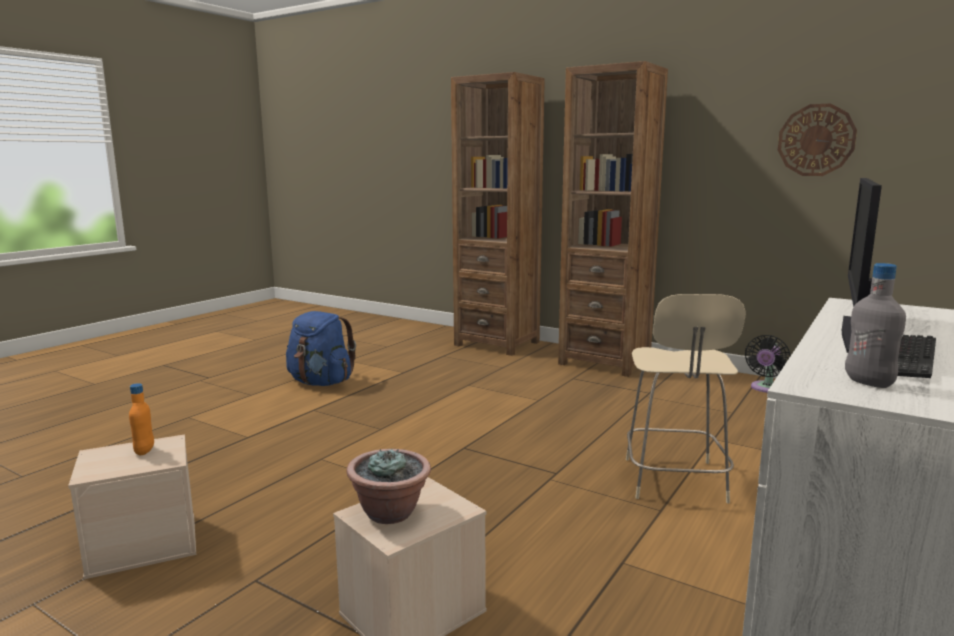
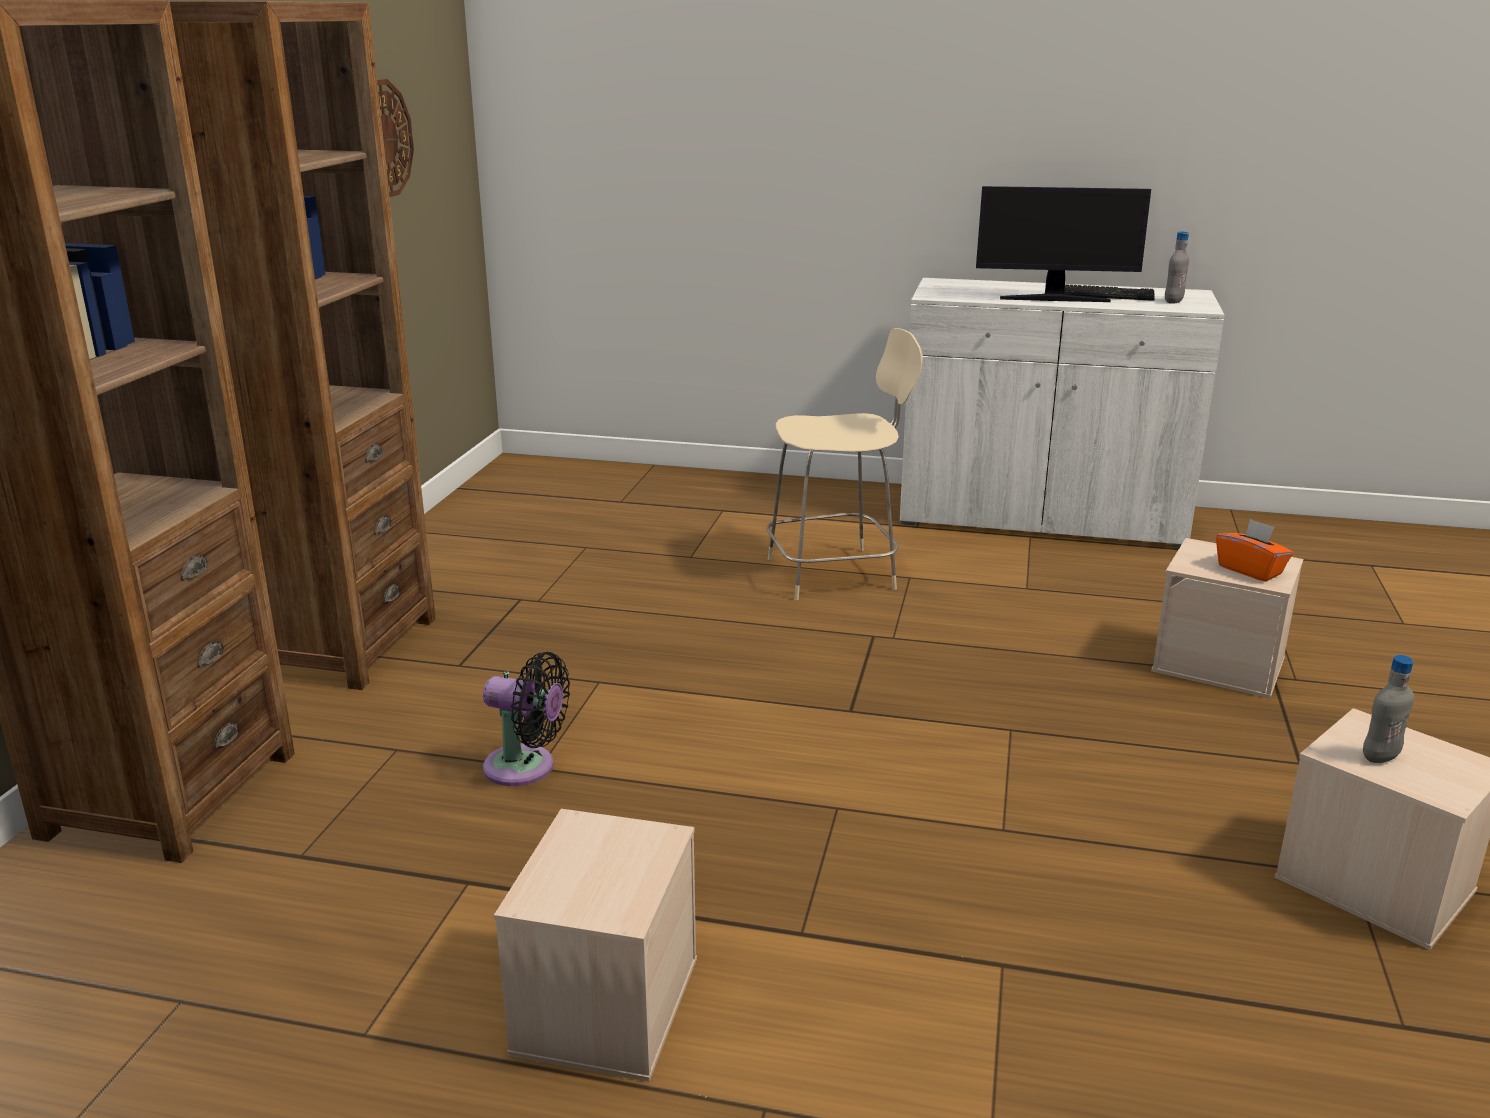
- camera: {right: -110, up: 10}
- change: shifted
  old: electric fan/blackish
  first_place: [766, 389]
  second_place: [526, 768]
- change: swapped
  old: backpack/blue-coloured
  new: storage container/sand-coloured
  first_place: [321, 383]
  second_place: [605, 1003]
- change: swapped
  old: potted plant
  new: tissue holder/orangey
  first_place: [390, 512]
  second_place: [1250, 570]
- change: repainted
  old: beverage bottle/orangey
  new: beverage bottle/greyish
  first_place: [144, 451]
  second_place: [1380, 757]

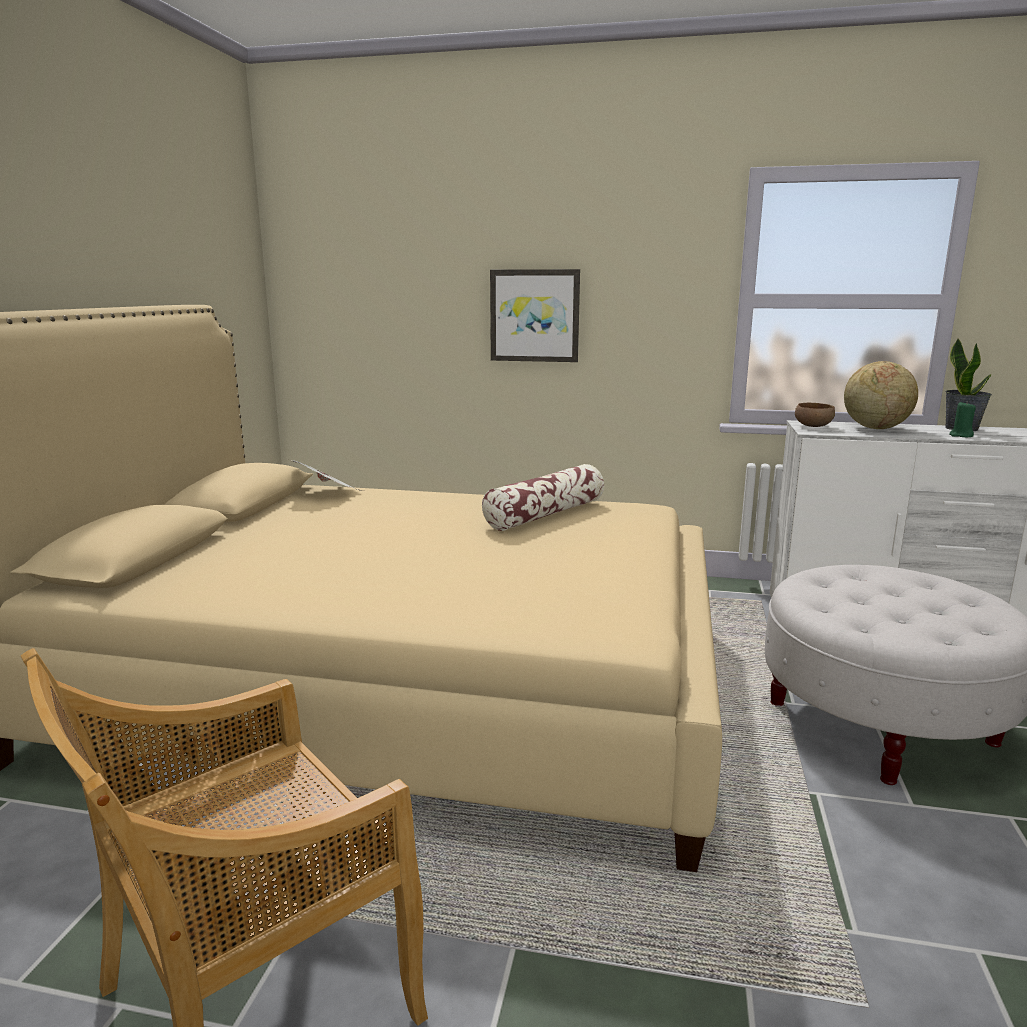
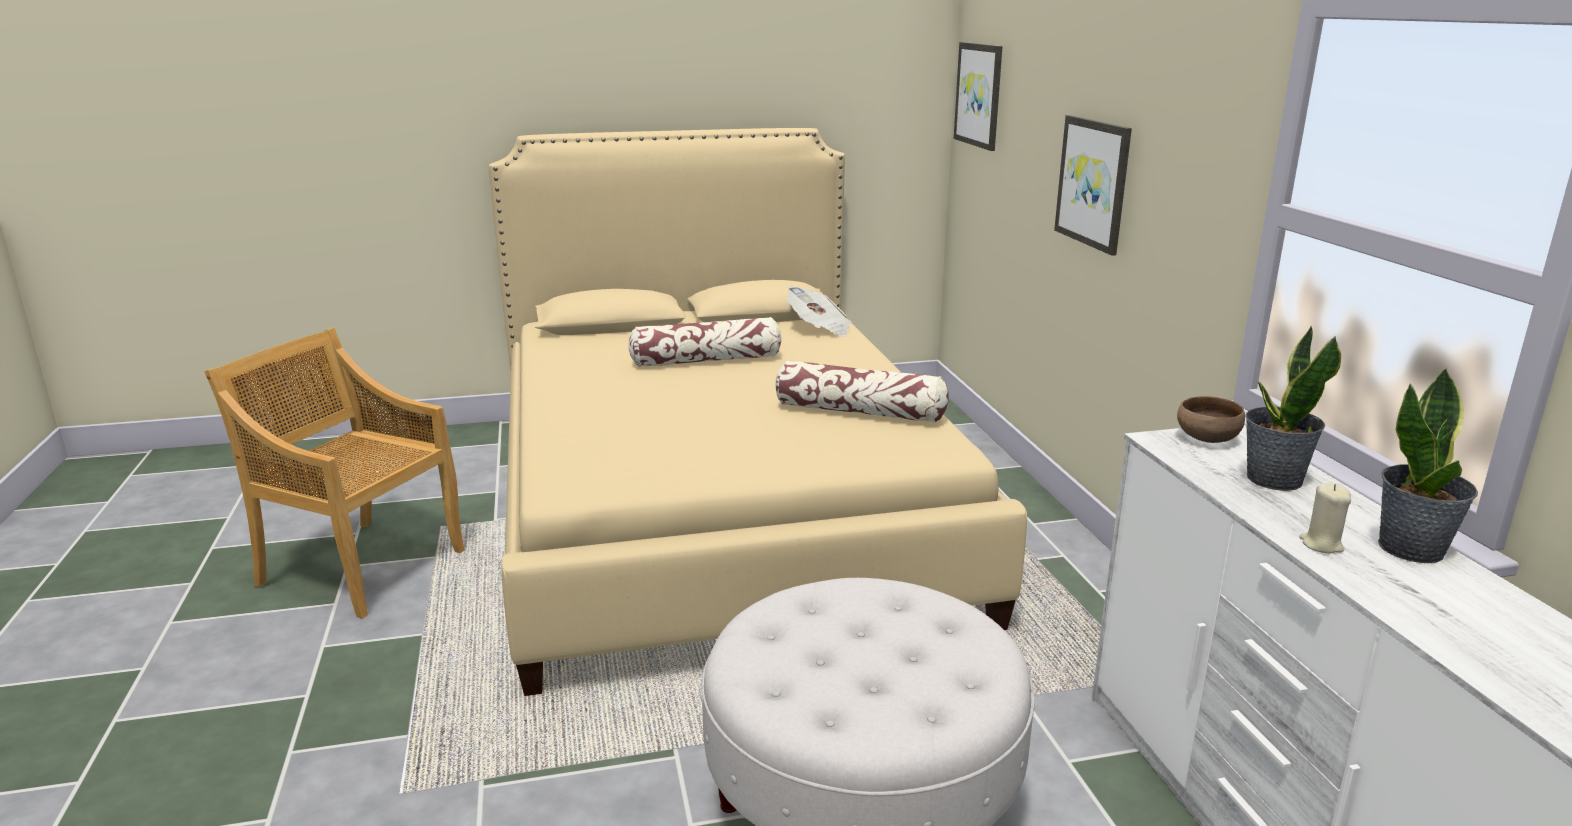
- camera: {right: 65, up: 5}
- change: new
  new: throw pillow
  second_place: [706, 360]
- change: new
  new: picture
  second_place: [979, 95]
- change: swapped
  old: globe
  new: potted plant
  first_place: [875, 428]
  second_place: [1273, 479]
- change: repainted
  old: wax light/green
  new: wax light/sand-coloured
  first_place: [961, 435]
  second_place: [1321, 544]

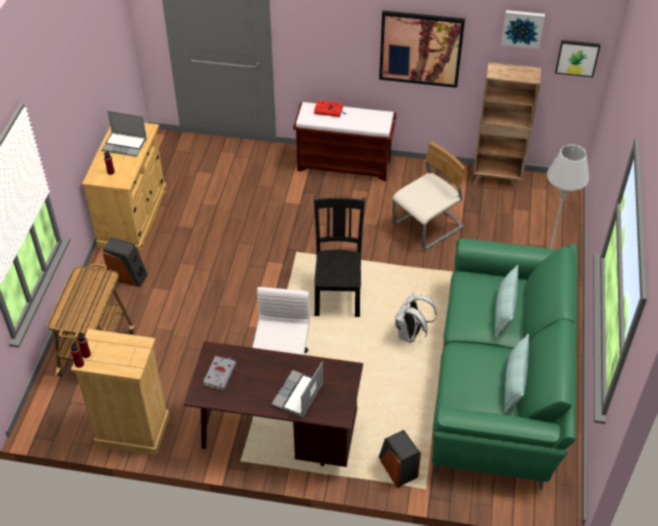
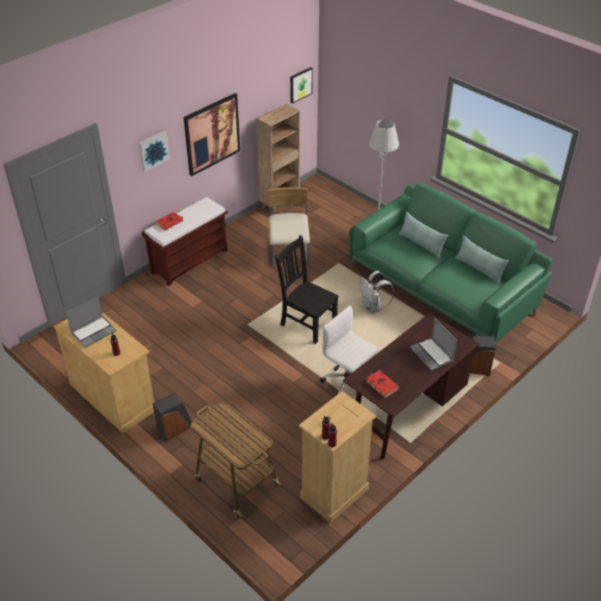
- camera: {right: -55, up: -5}
- change: shifted
  old: picture
  first_place: [522, 28]
  second_place: [153, 150]
- change: repainted
  old: book/greyish
  new: book/red
  first_place: [220, 374]
  second_place: [381, 385]

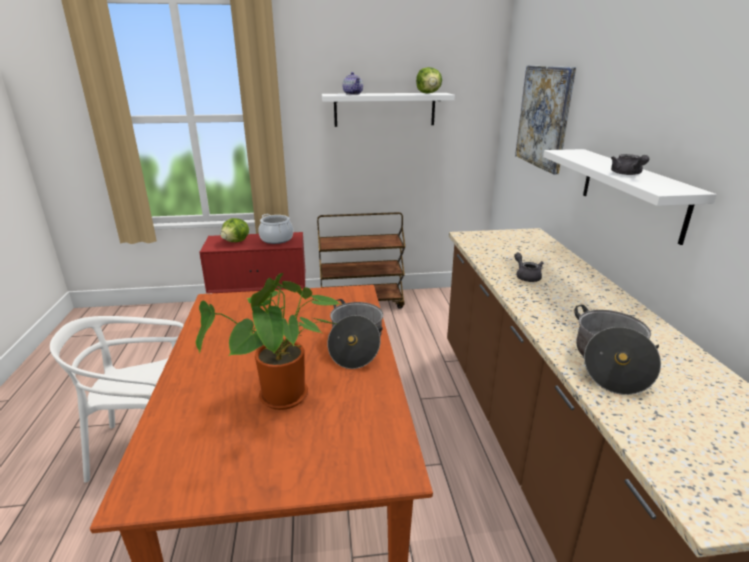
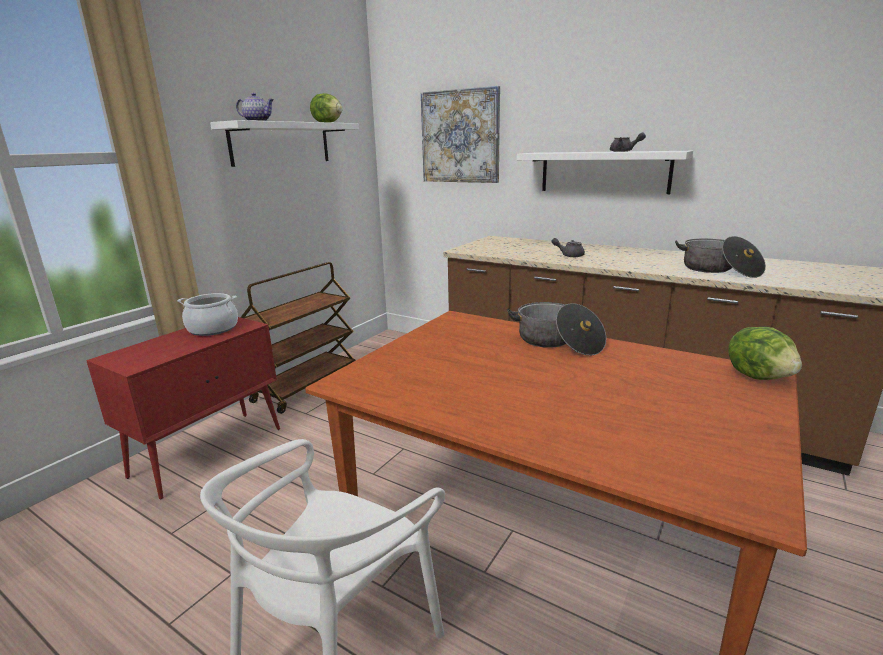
- camera: {right: -50, up: -5}
- change: shifted
  old: head of lettuce
  first_place: [236, 241]
  second_place: [759, 376]
- change: gone
  old: potted plant
  first_place: [284, 400]

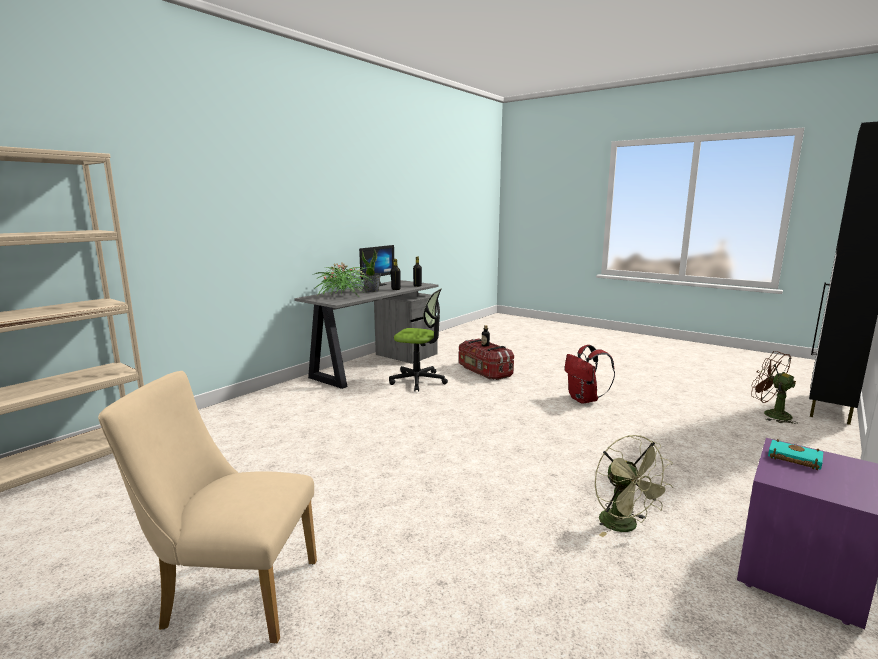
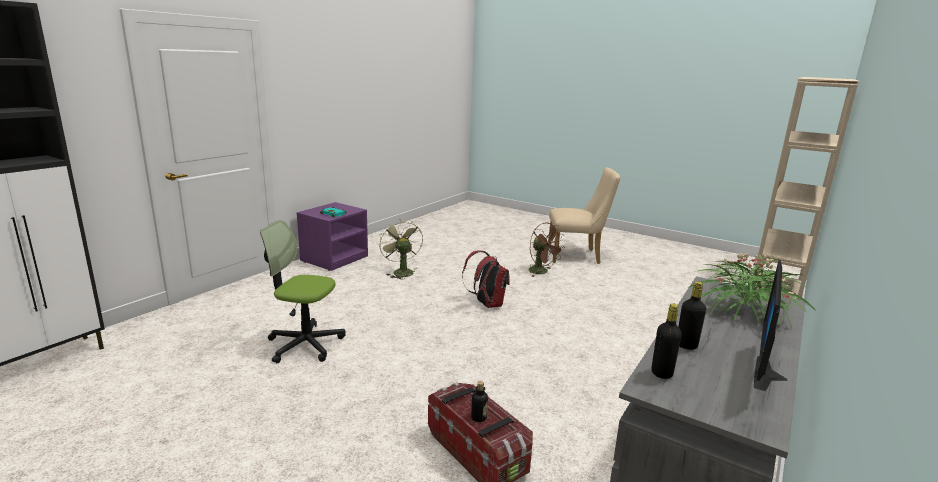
- camera: {right: 175, up: 5}
- change: shifted
  old: office chair
  first_place: [418, 381]
  second_place: [305, 344]
- change: shifted
  old: backpack/red
  first_place: [584, 400]
  second_place: [487, 304]
- change: shifted
  old: electric fan/brown-coloured
  first_place: [770, 414]
  second_place: [542, 272]
- change: gone
  old: potted plant
  first_place: [372, 291]

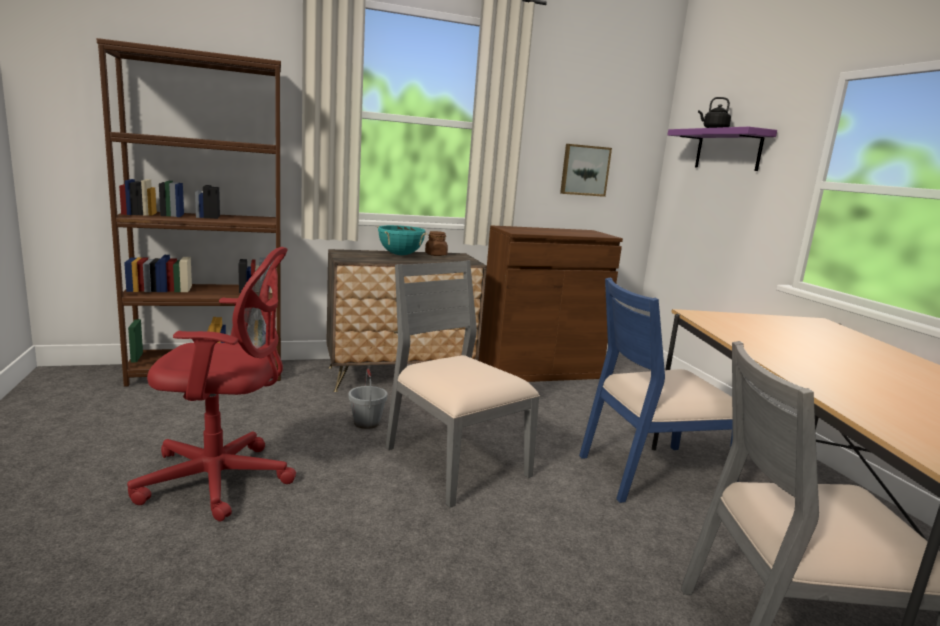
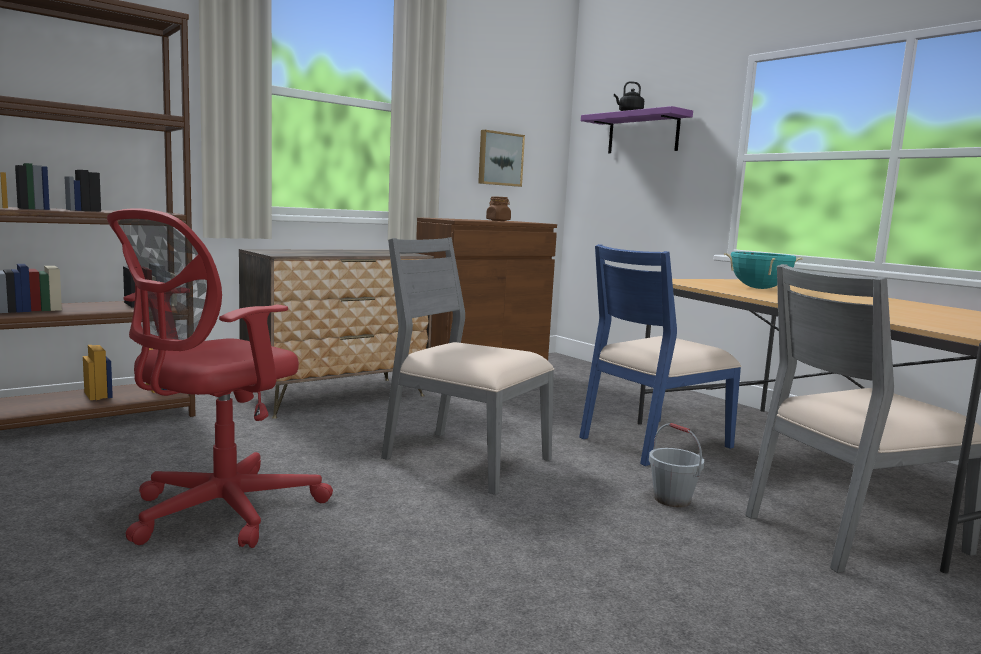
- camera: {right: -20, up: -5}
- change: rotated
  old: office chair/red
  first_place: [222, 480]
  second_place: [217, 513]
  degrees: 150
- change: shifted
  old: jar/brown-coloured
  first_place: [436, 255]
  second_place: [498, 220]
- change: shifted
  old: pail/greyish
  first_place: [366, 423]
  second_place: [671, 499]
- change: shifted
  old: cooking pot/turquoise
  first_place: [400, 255]
  second_place: [759, 288]

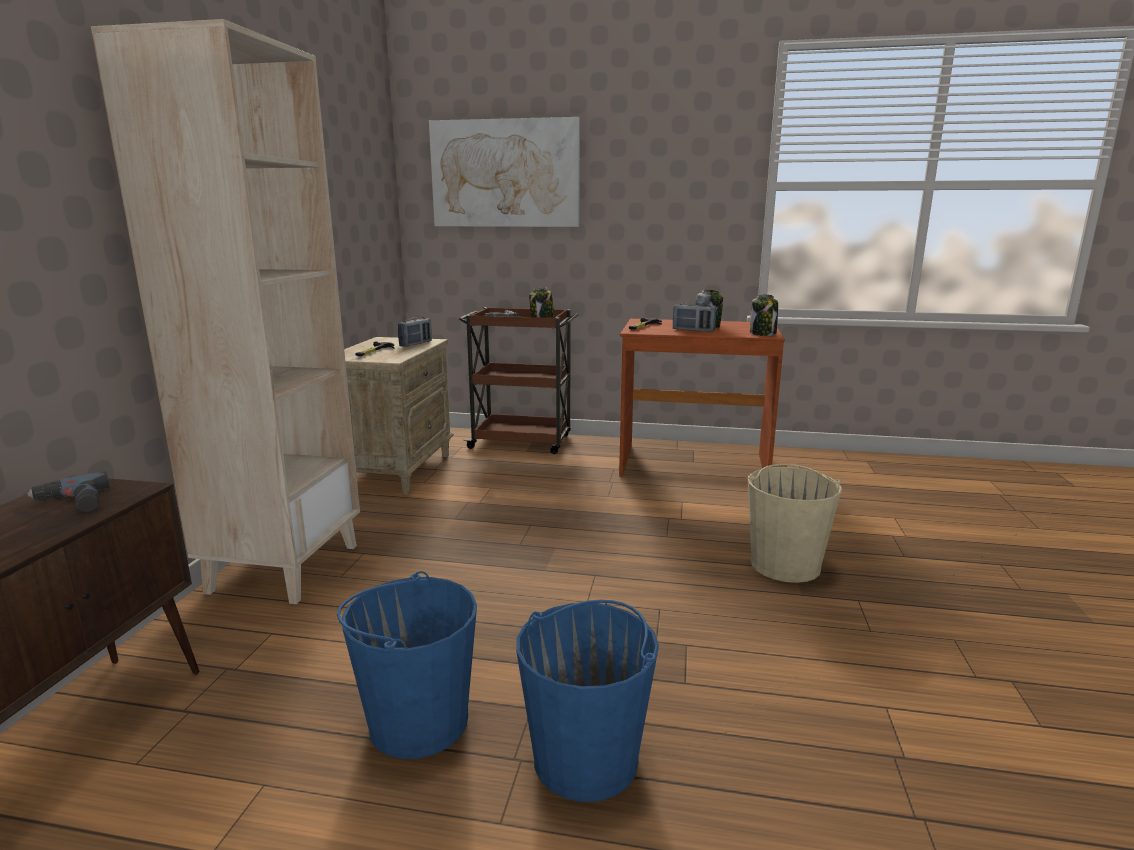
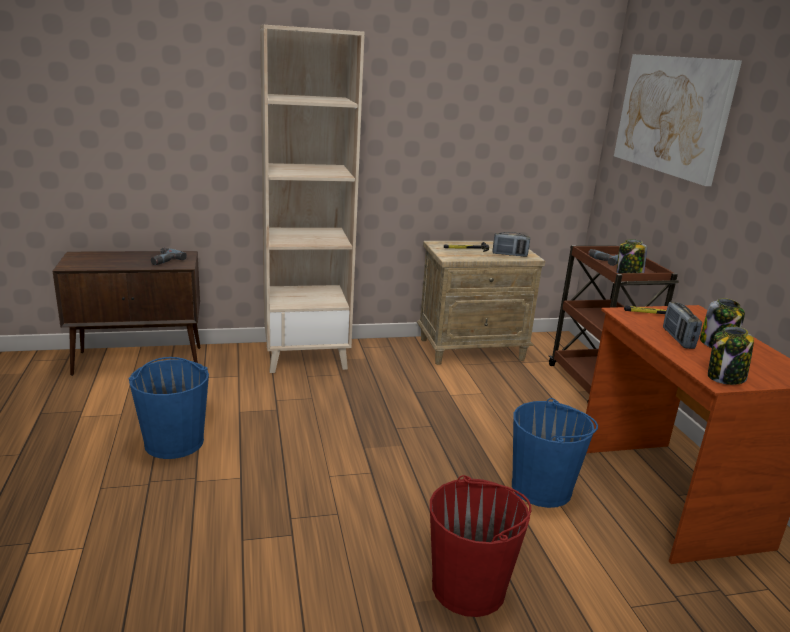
- camera: {right: 65, up: 5}
- change: repainted
  old: pail/sand-coloured
  new: pail/red
  first_place: [785, 564]
  second_place: [469, 587]
- change: shifted
  old: pail/blue-coloured
  first_place: [586, 758]
  second_place: [542, 488]

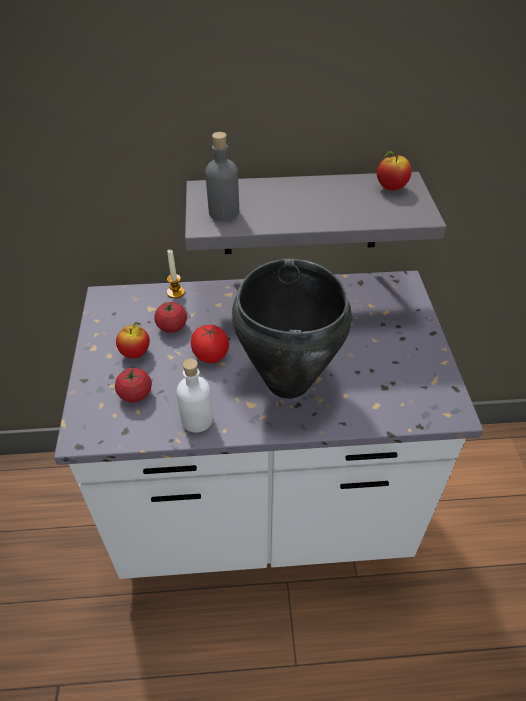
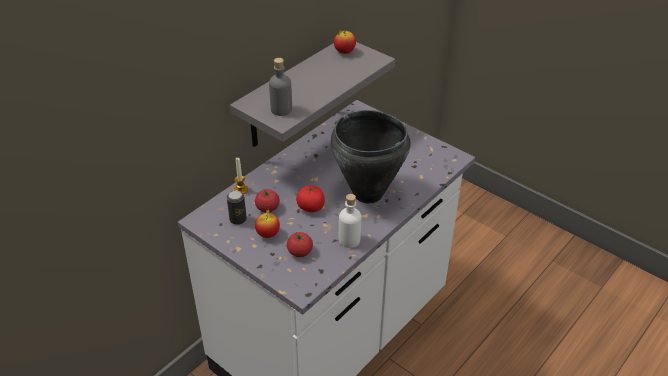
- camera: {right: -45, up: -5}
- change: new
  new: can
  second_place: [238, 219]

